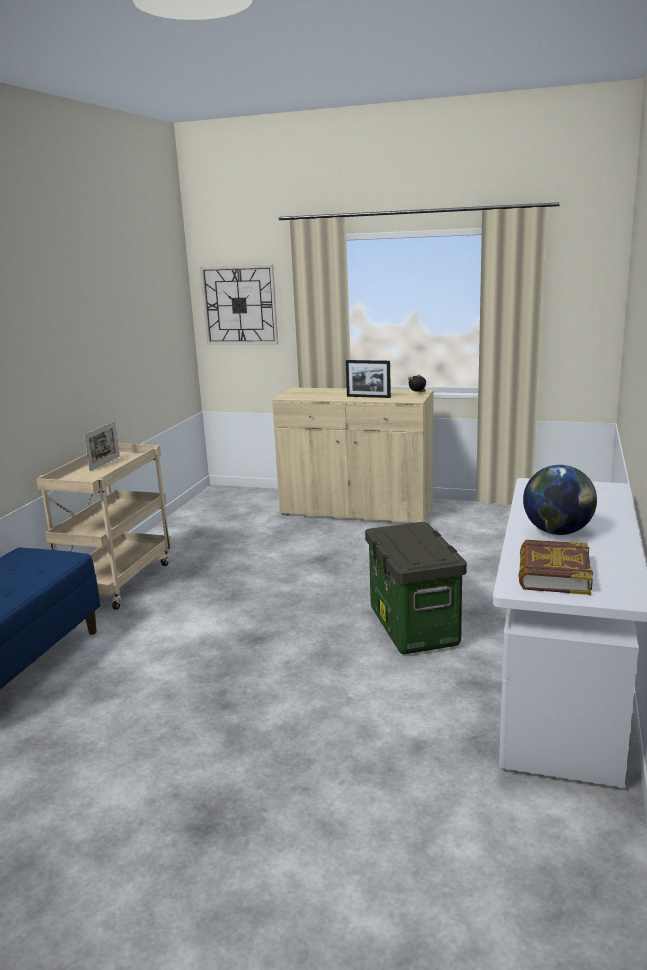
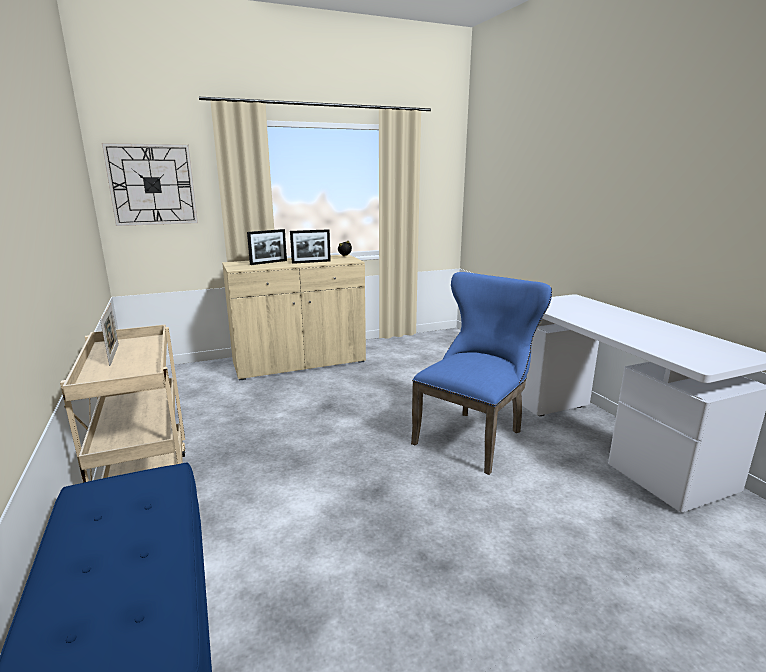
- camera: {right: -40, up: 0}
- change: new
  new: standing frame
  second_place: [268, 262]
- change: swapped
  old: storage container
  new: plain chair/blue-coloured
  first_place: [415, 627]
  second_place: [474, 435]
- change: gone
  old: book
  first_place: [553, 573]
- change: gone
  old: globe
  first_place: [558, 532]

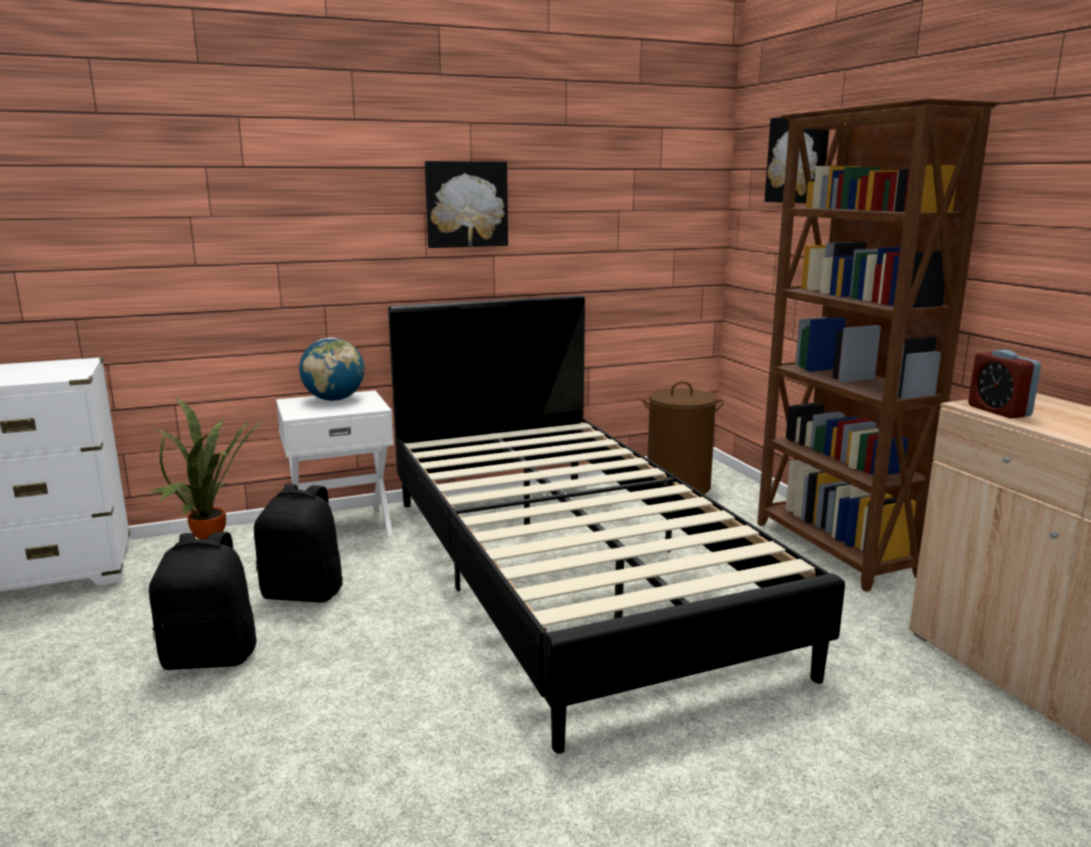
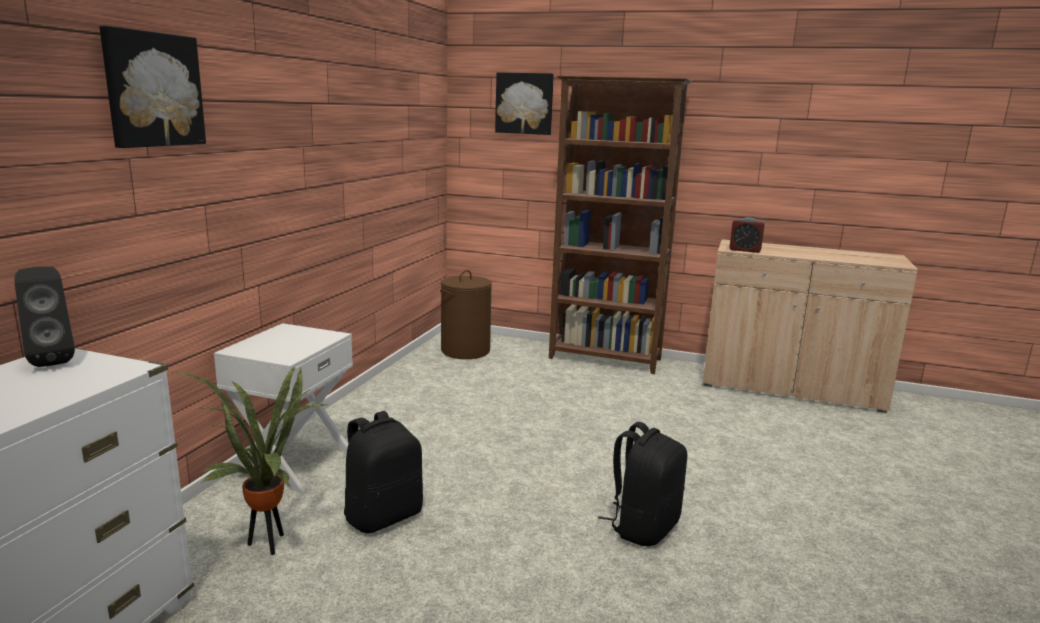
- camera: {right: -50, up: 0}
- change: new
  new: loudspeaker/blackish
  second_place: [51, 360]
- change: shifted
  old: picture
  first_place: [466, 204]
  second_place: [152, 90]
- change: shifted
  old: backpack/blackish
  first_place: [211, 656]
  second_place: [643, 527]
- change: gone
  old: globe
  first_place: [334, 399]
- change: gone
  old: bedroom bed/blackish
  first_place: [568, 573]

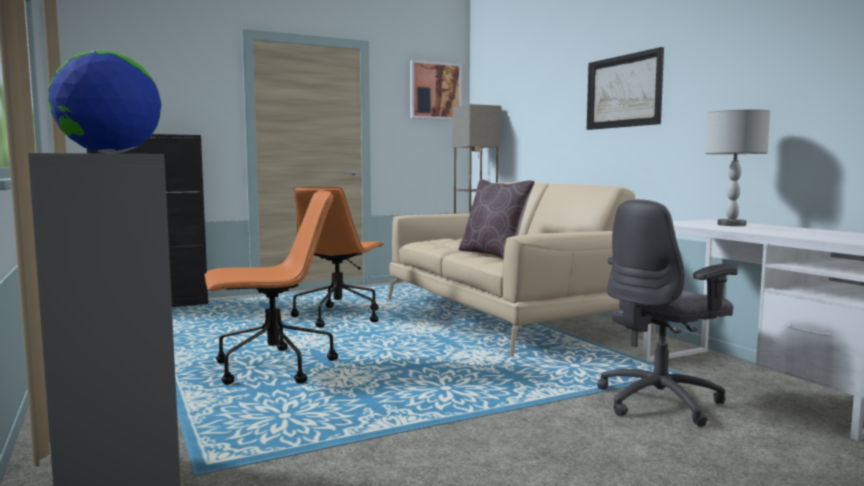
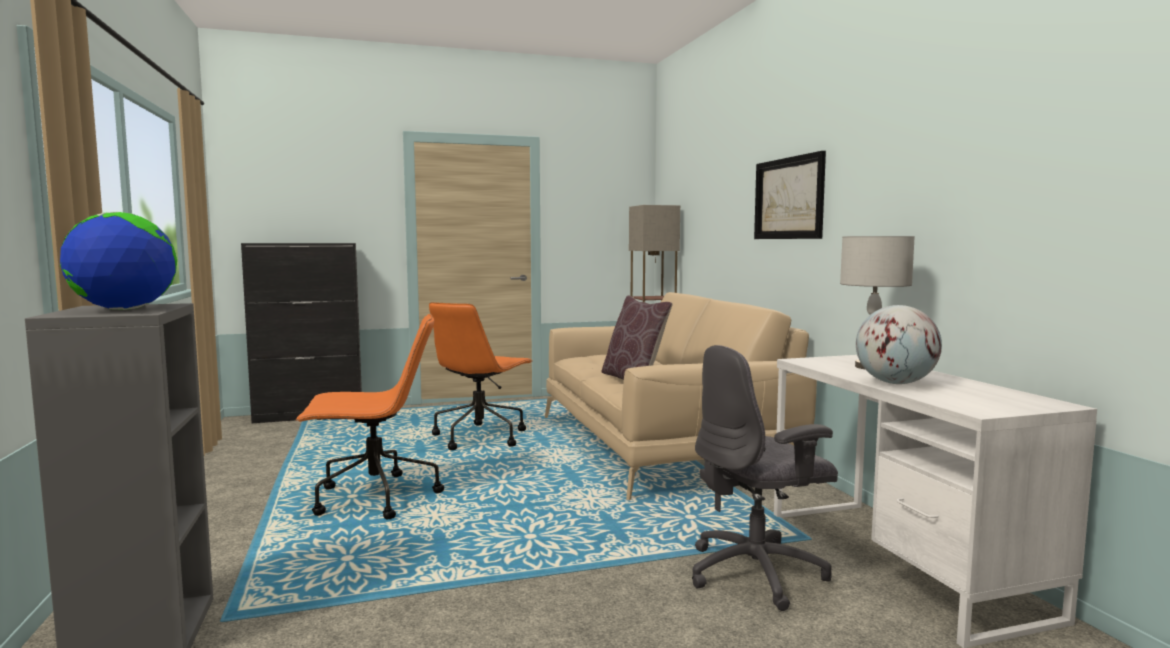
- camera: {right: 10, up: 0}
- change: new
  new: globe
  second_place: [895, 383]
- change: gone
  old: picture
  first_place: [435, 91]

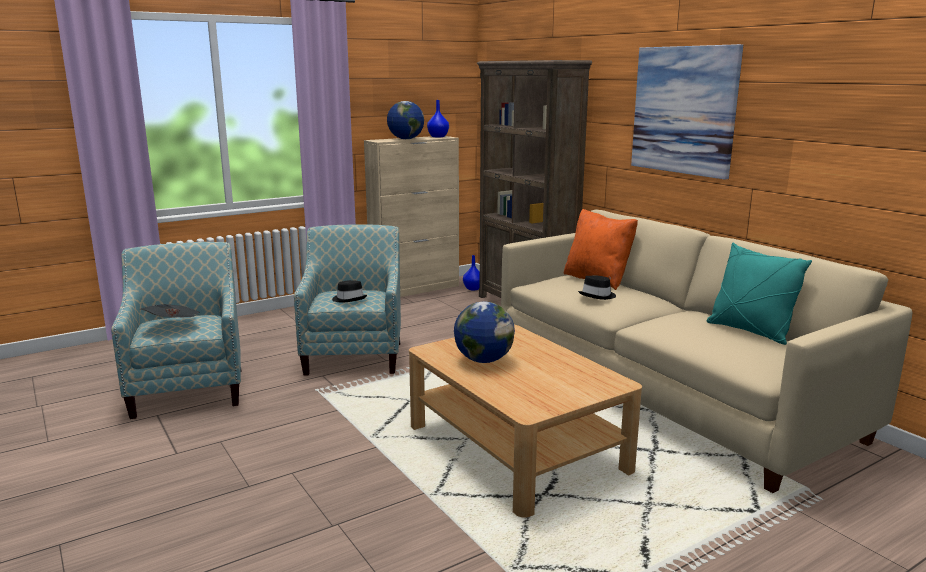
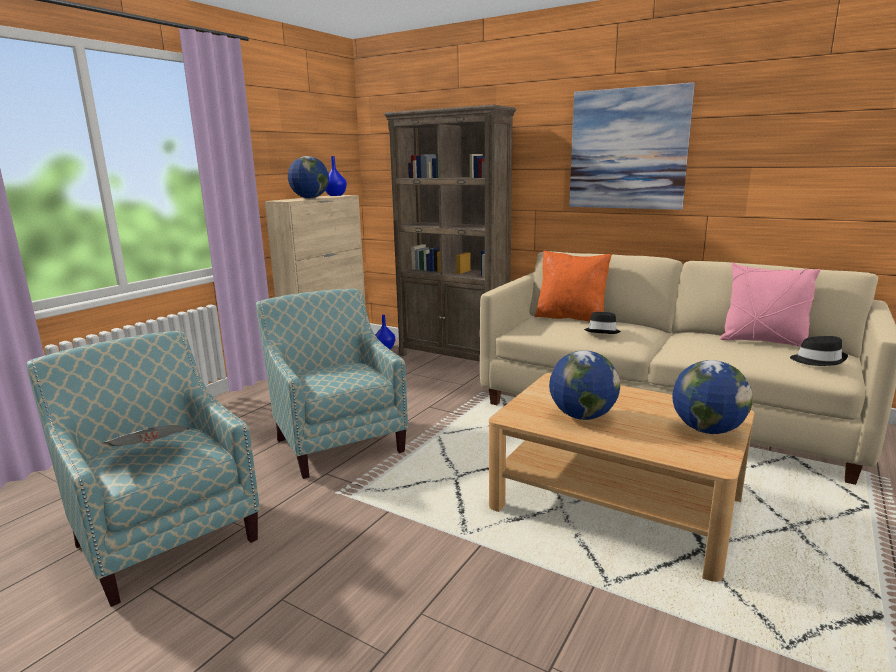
- camera: {right: -25, up: 0}
- change: new
  new: globe
  second_place: [707, 430]
- change: repainted
  old: throw pillow/turquoise
  new: throw pillow/pink
  first_place: [750, 331]
  second_place: [763, 342]
- change: shifted
  old: wearable hat/blackish
  first_place: [349, 299]
  second_place: [818, 360]

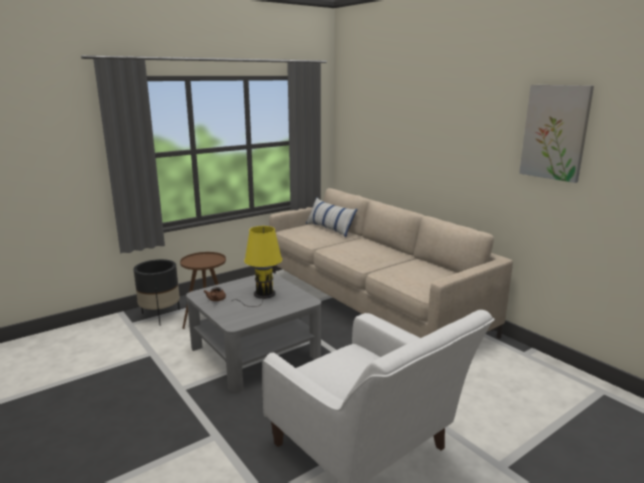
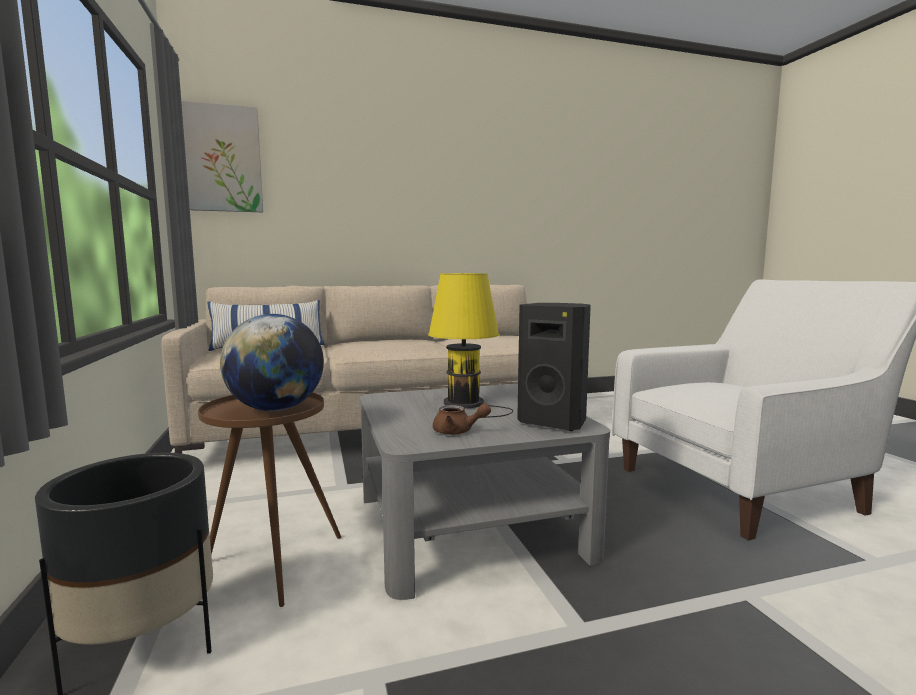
- camera: {right: -70, up: -10}
- change: shifted
  old: picture
  first_place: [555, 132]
  second_place: [224, 159]
- change: new
  new: globe
  second_place: [276, 409]
- change: new
  new: loudspeaker/blackish
  second_place: [554, 422]

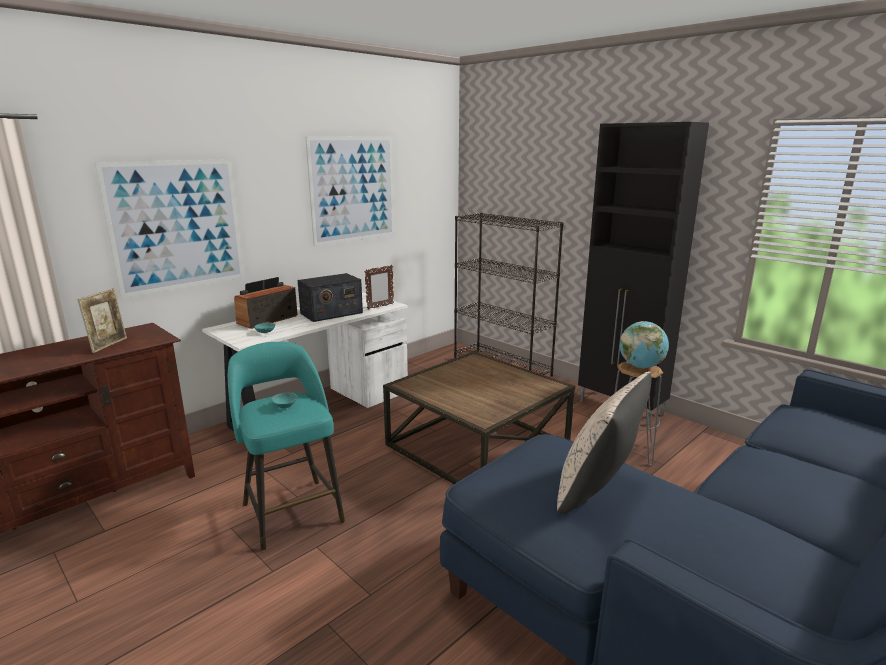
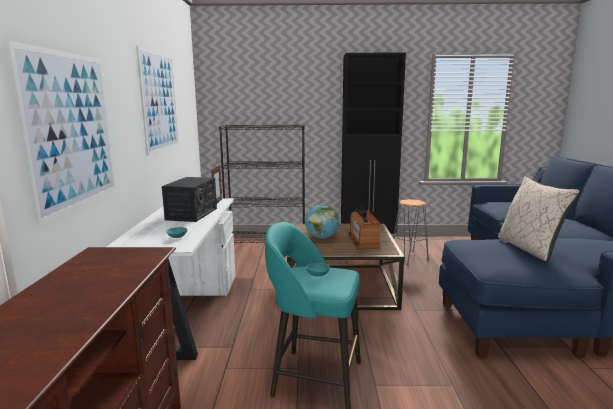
- camera: {right: -45, up: -5}
- change: shifted
  old: globe
  first_place: [641, 366]
  second_place: [322, 238]
- change: shifted
  old: radio set
  first_place: [267, 320]
  second_place: [363, 241]
- change: gone
  old: standing frame
  first_place: [109, 345]

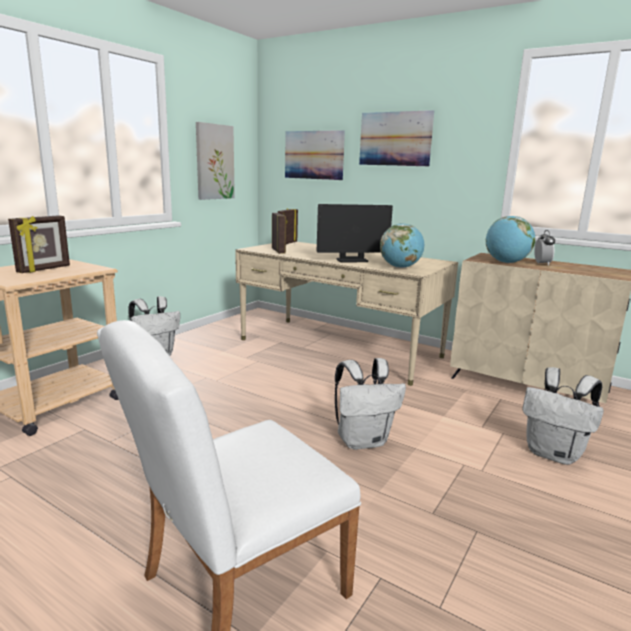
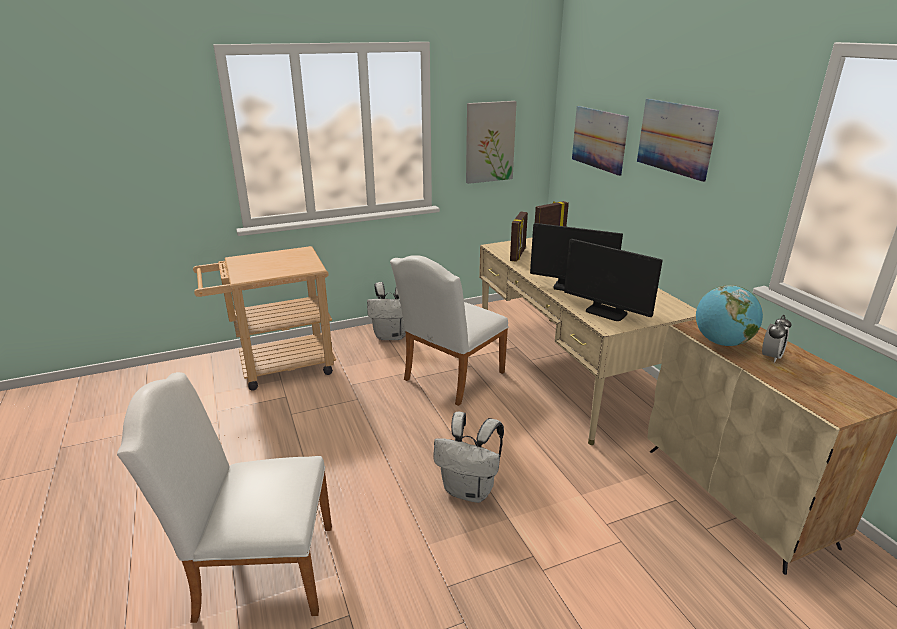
- camera: {right: 35, up: 10}
- change: new
  new: plain chair/white
  second_place: [449, 378]
- change: swapped
  old: globe
  new: monitor
  first_place: [400, 267]
  second_place: [606, 312]
- change: gone
  old: standing frame
  first_place: [44, 269]
- change: gone
  old: backpack/white
  first_place: [554, 454]

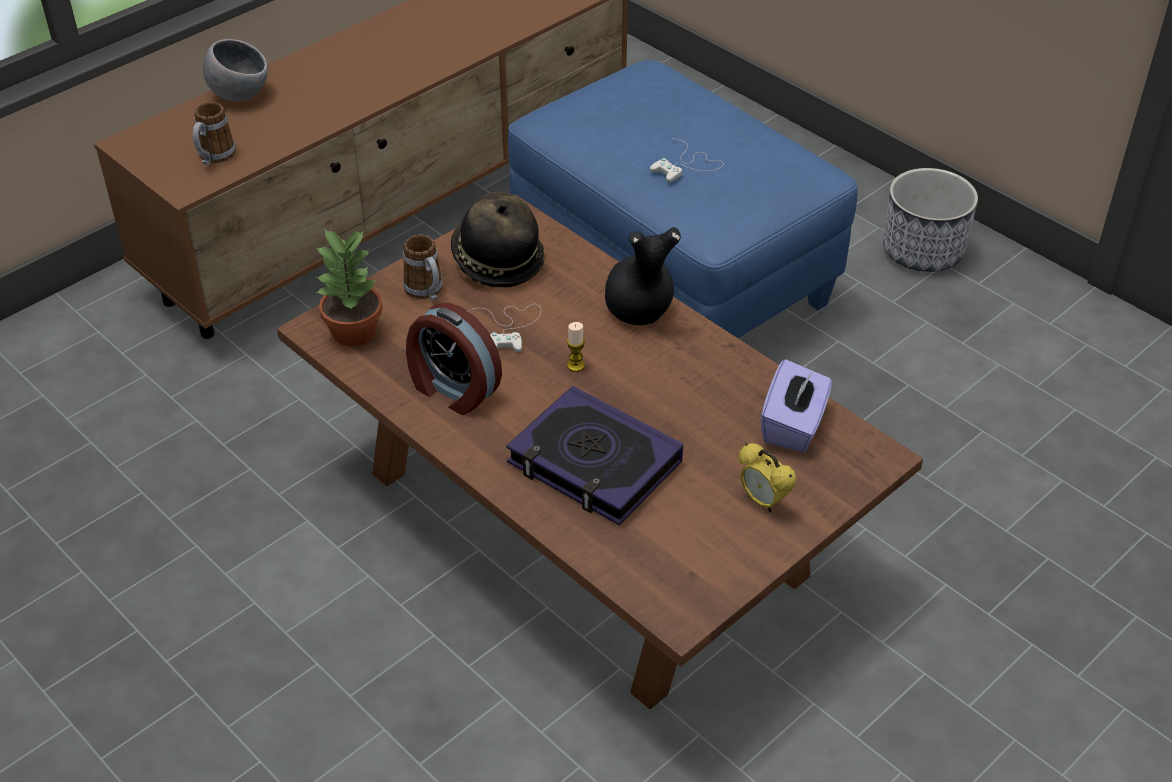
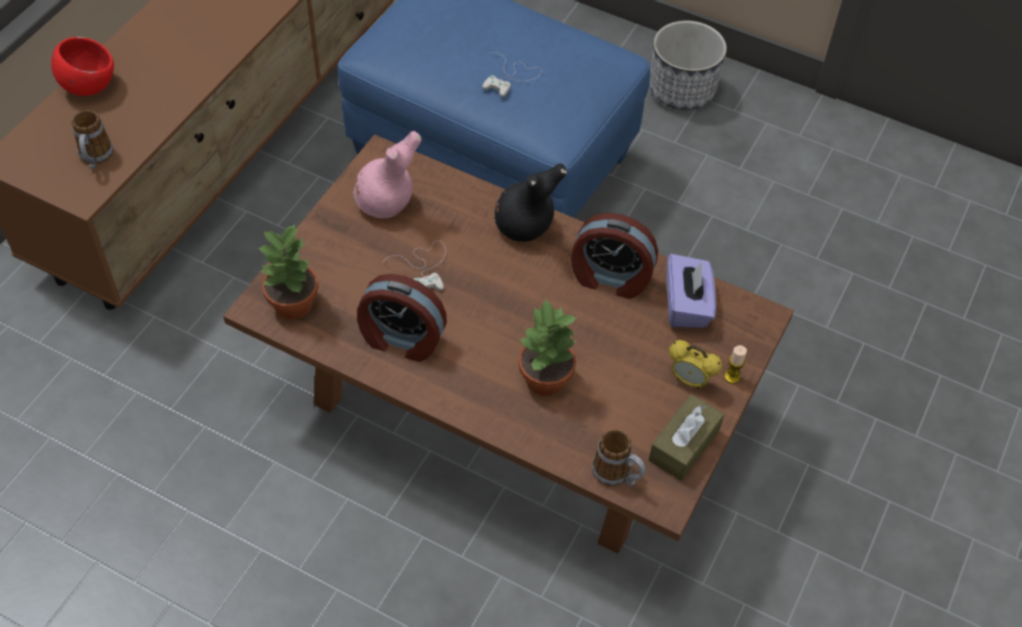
- camera: {right: -20, up: 10}
- change: repainted
  old: serving bowl/greyish
  new: serving bowl/red
  first_place: [239, 95]
  second_place: [88, 86]
- change: swapped
  old: wearable hat
  new: vase/pink
  first_place: [496, 261]
  second_place: [386, 205]
- change: swapped
  old: book
  new: potted plant
  first_place: [594, 464]
  second_place: [545, 380]
- change: new
  new: alarm clock
  second_place: [610, 278]
- change: shifted
  old: tea mug
  first_place: [427, 292]
  second_place: [617, 475]
- change: new
  new: tissue holder/brown-coloured
  second_place: [684, 445]
- change: shifted
  old: wax light
  first_place: [575, 365]
  second_place: [732, 377]

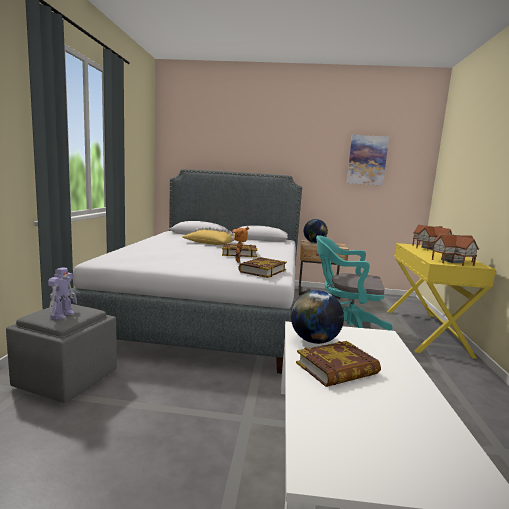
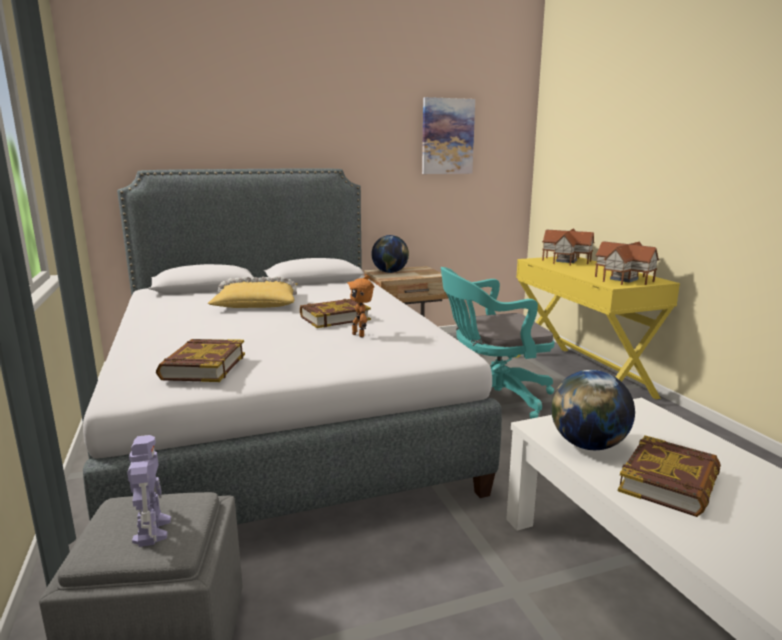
- camera: {right: -25, up: 5}
- change: shifted
  old: book
  first_place: [262, 271]
  second_place: [203, 366]

